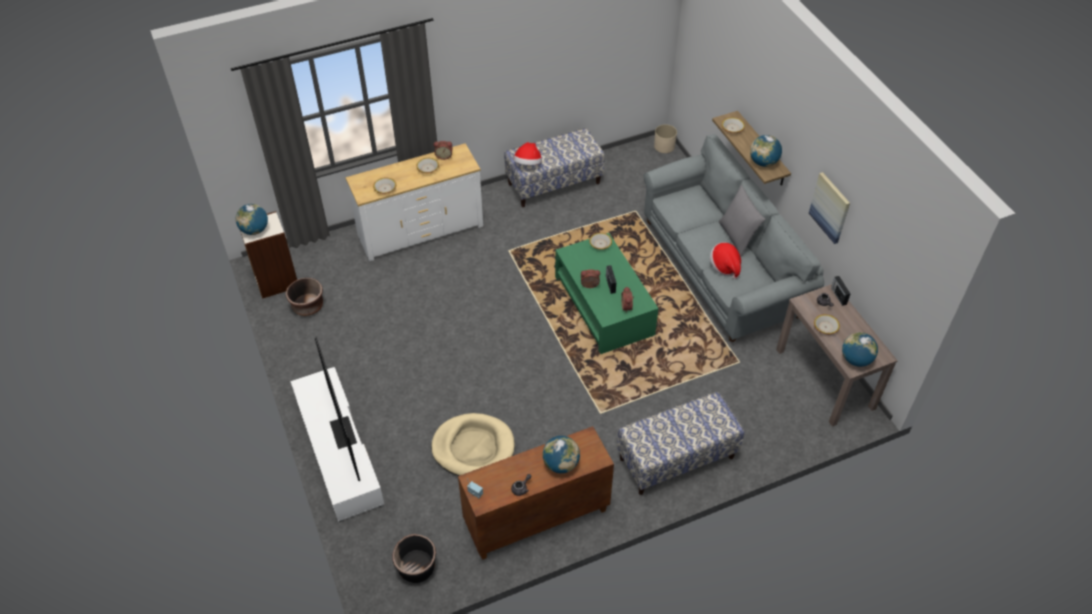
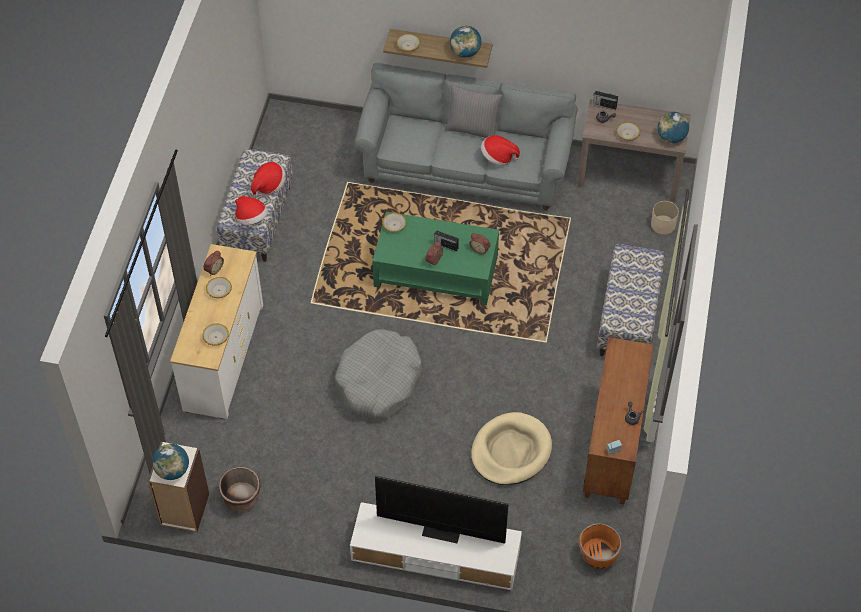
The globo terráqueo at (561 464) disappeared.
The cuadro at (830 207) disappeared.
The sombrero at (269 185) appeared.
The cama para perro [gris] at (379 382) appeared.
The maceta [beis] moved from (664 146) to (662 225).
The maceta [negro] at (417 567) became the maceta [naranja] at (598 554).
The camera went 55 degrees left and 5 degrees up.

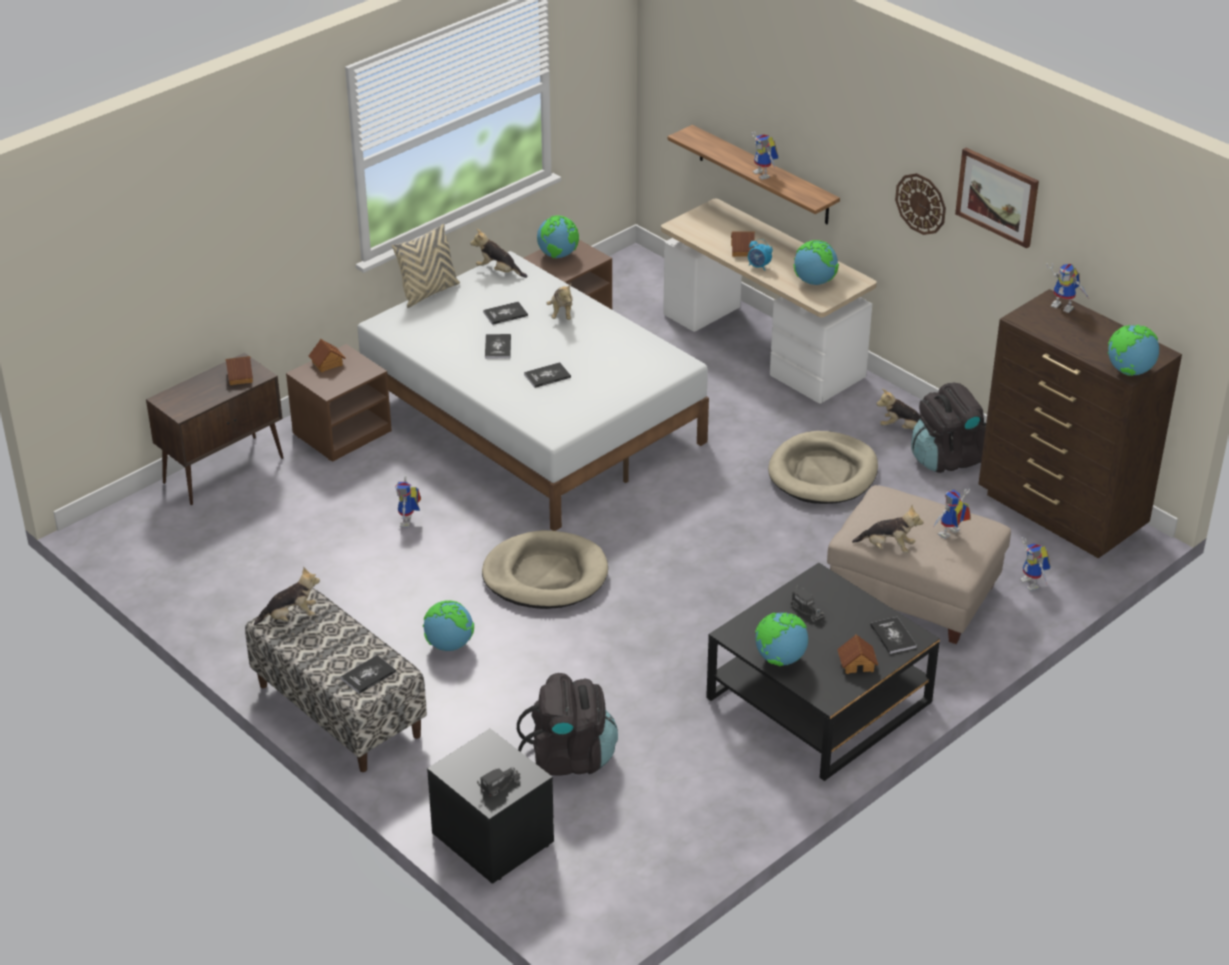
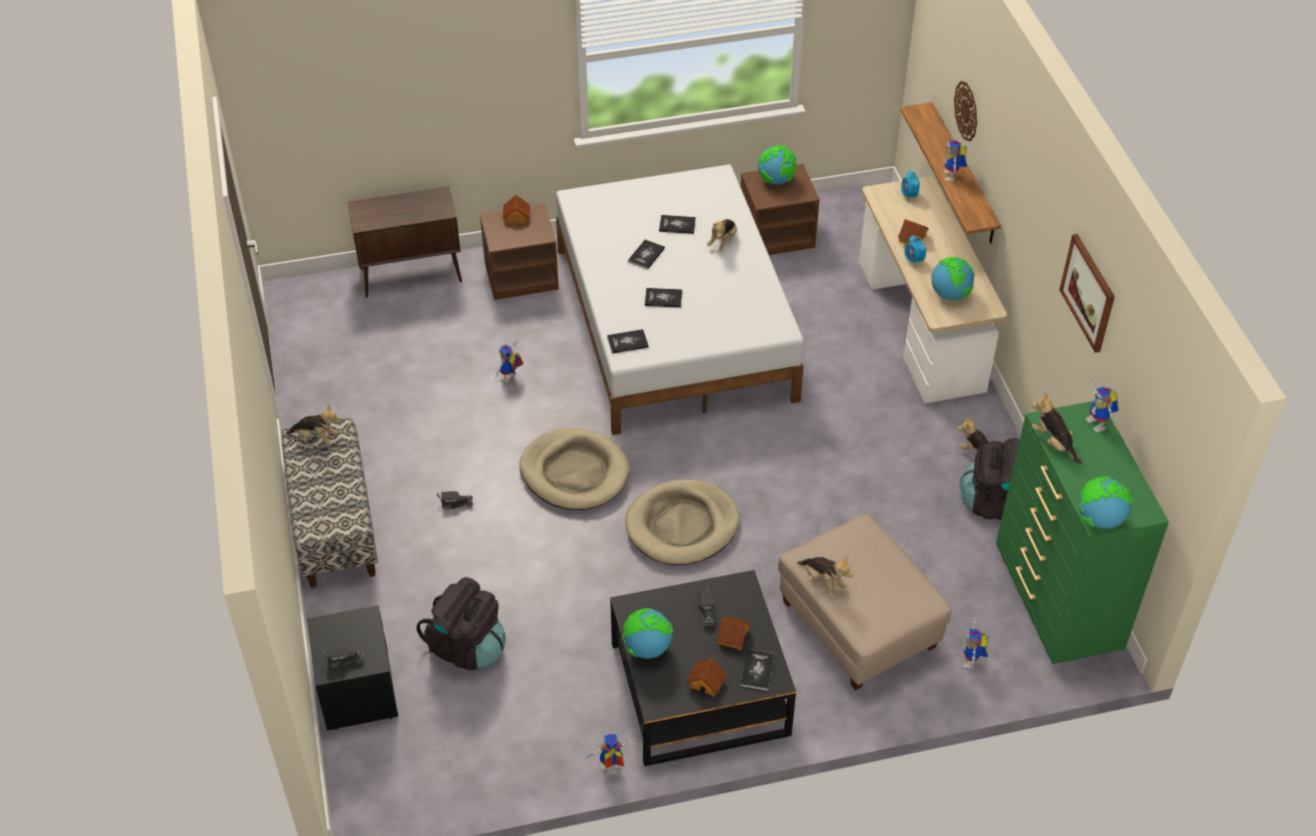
The cojín [beis] at (428 292) disappeared.
The despertador at (909 195) appeared.
The casita moved from (239 377) to (732 636).
The libro moved from (368 675) to (627 342).
The peluche moved from (498 271) to (1053 443).
The cama para perro [beis] moved from (823 473) to (682 526).
The reloj de pared moved from (921 203) to (966 111).
The robot de juguete moved from (950 535) to (610 768).
The globo terráqueo at (449 645) was replaced by the camión de juguete at (455 504).
The cómoda [marrón] at (1061 513) became the cómoda [verde] at (1055 603).
The camera went 30 degrees right and 10 degrees up.

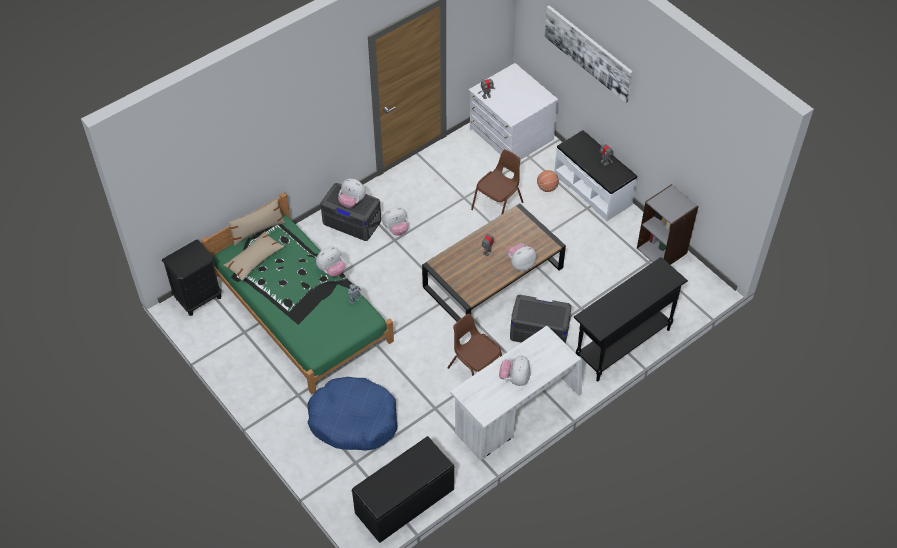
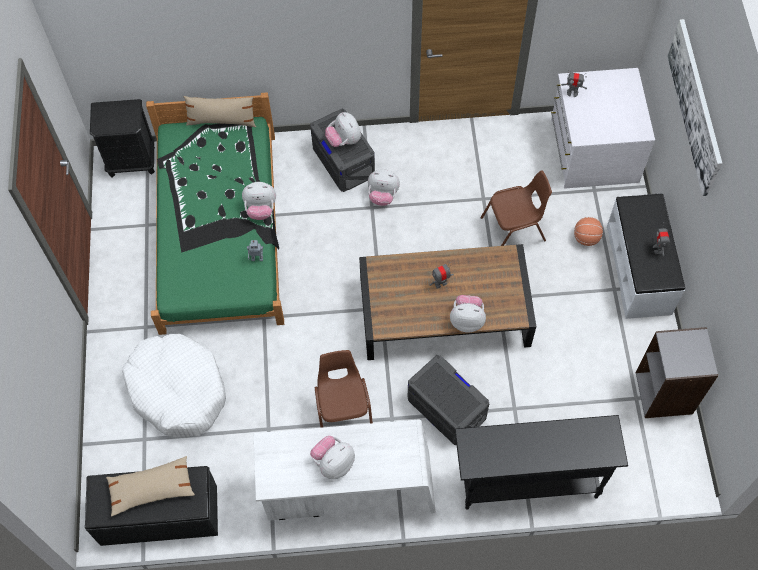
The cojín [beis] moved from (254 259) to (151 488).
The cama para perro [azul] at (353 420) became the cama para perro [blanco] at (177 390).
The camera went 35 degrees right and 10 degrees up.

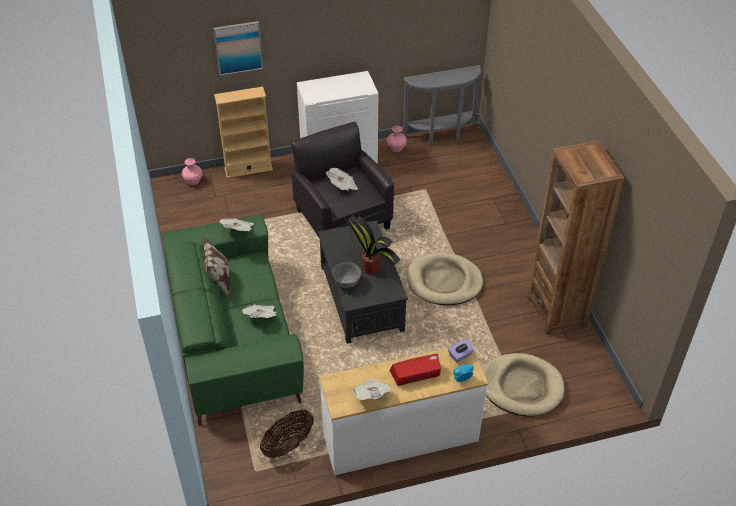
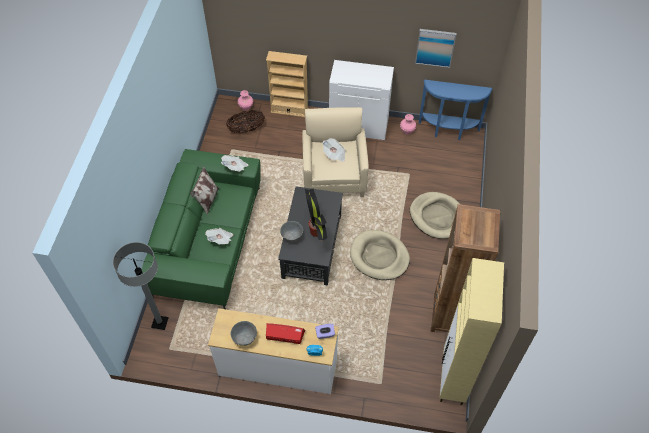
The lámpara de pie [gris] at (160 323) appeared.
The armario [beis] at (452 379) appeared.
The cuadro moved from (238 47) to (435 47).
The cesta moved from (288 444) to (246 129).
The cama para perro [beis] moved from (521 387) to (437 217).
The periódico at (371 395) was replaced by the cuenco [gris] at (244 338).
The sillón [negro] at (342 218) became the sillón [beis] at (334 175).
The mesa consola [gris] at (441 136) became the mesa consola [azul] at (448 131).
The camera went 25 degrees right and 10 degrees up.

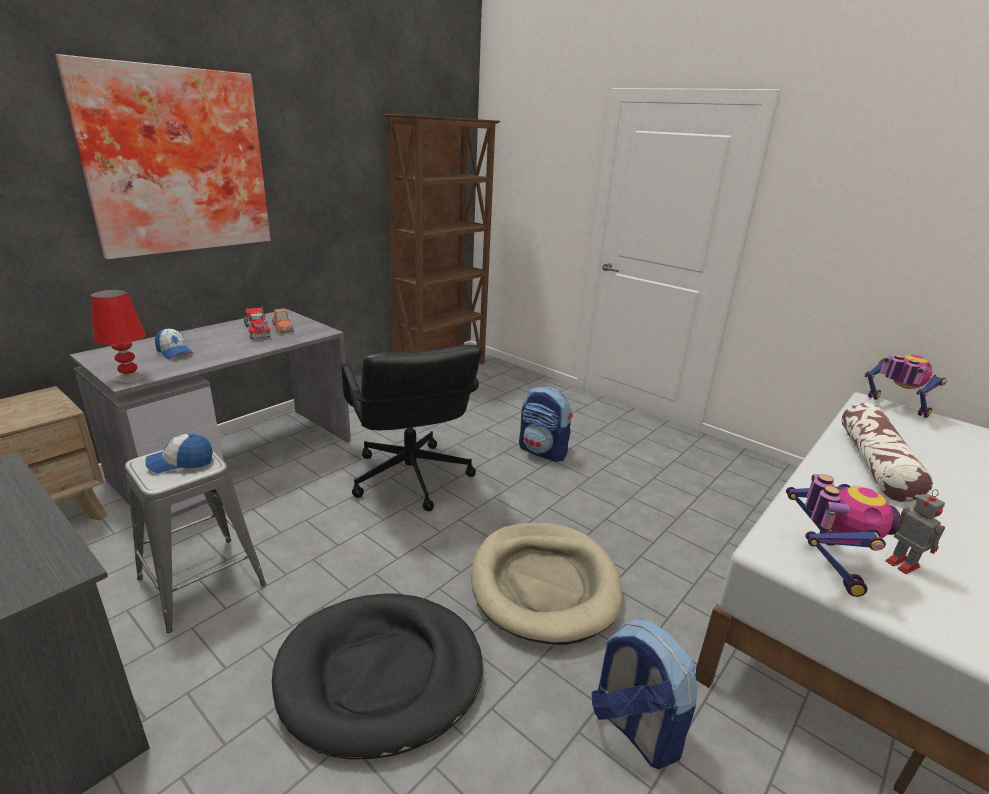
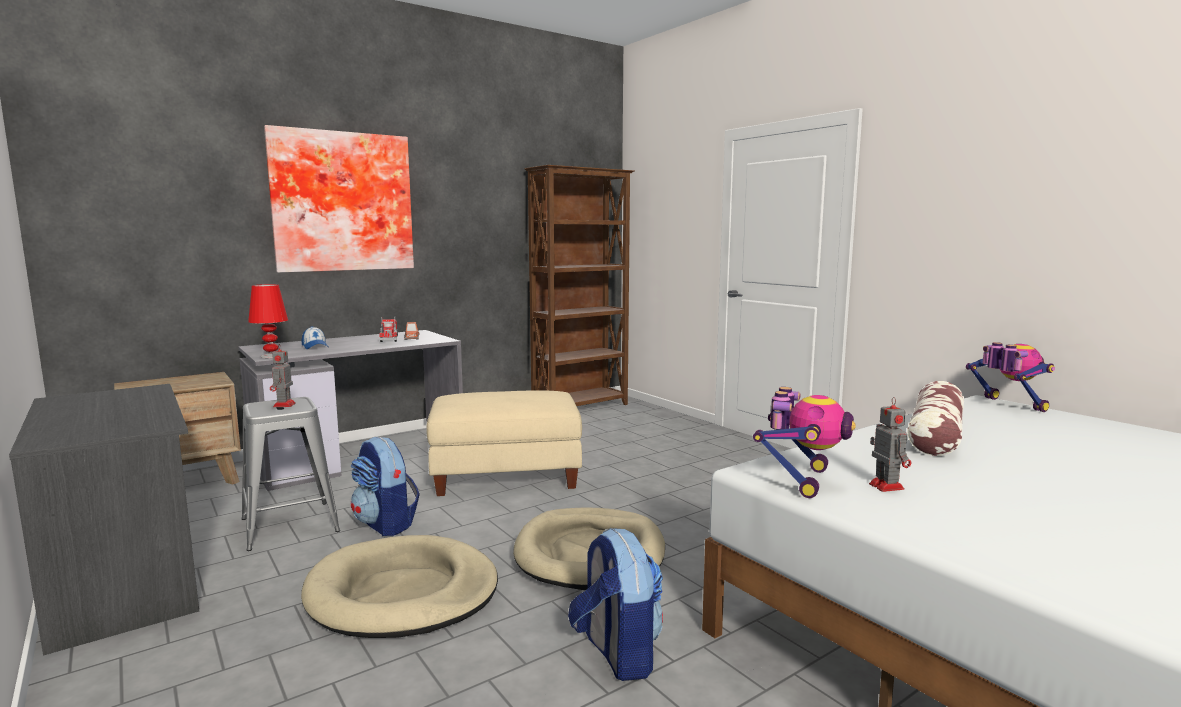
The mochila moved from (543 451) to (386 524).
The gorra at (181 462) was replaced by the robot de juguete at (284 405).
The silla de oficina [negro] at (410 478) was replaced by the puf [beis] at (505 476).
The cama para perro [negro] at (380 675) became the cama para perro [beis] at (402 593).
The camera went 15 degrees right and 15 degrees down.

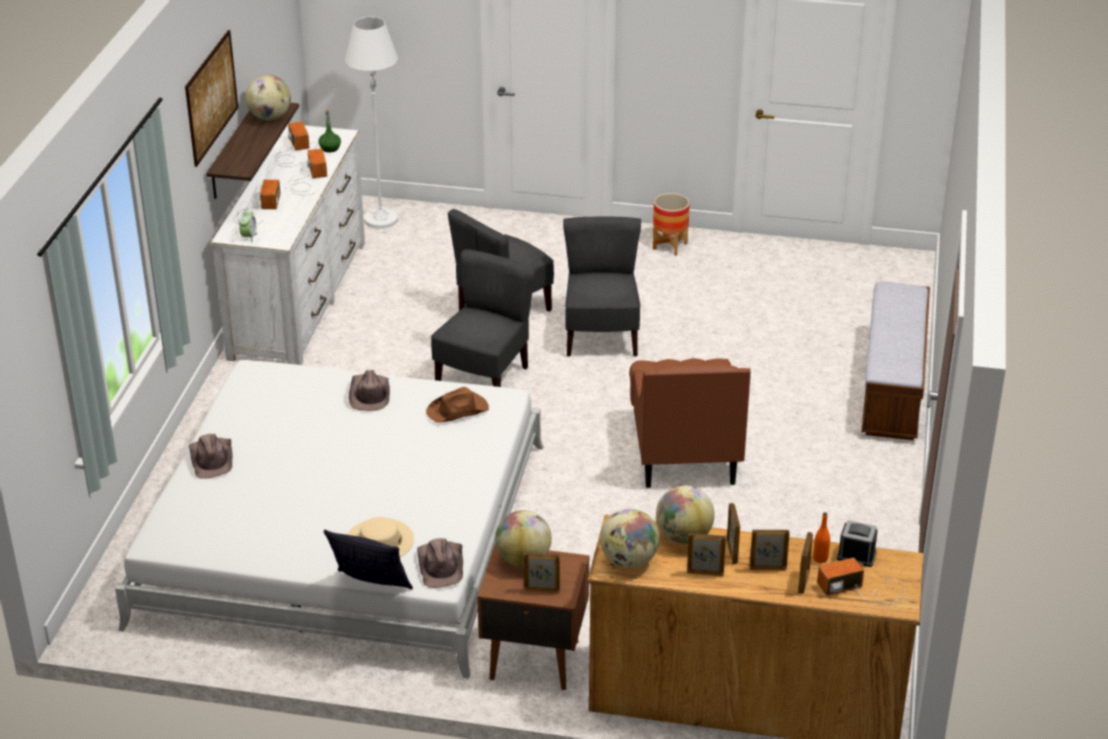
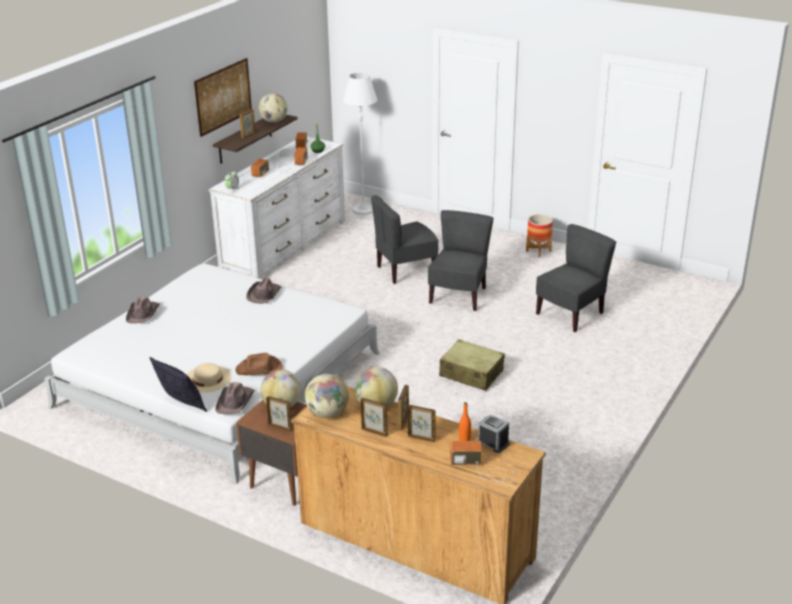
The banco at (892 388) disappeared.
The sombrero [marrón] moved from (458 410) to (259 369).
The silla [gris] moved from (484 378) to (571 314).
The portarretratos moved from (803 581) to (248 135).
The sillón [marrón] at (684 452) was replaced by the maleta [beis] at (471 373).
The camera went 20 degrees right and 5 degrees down.

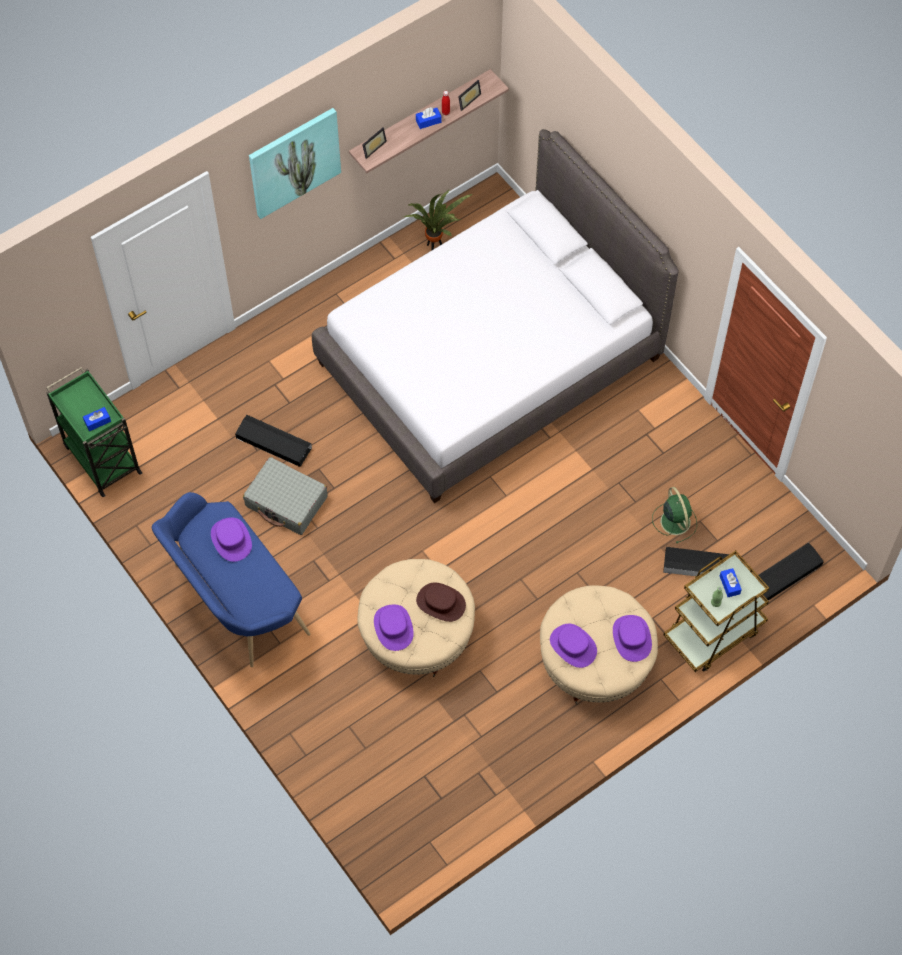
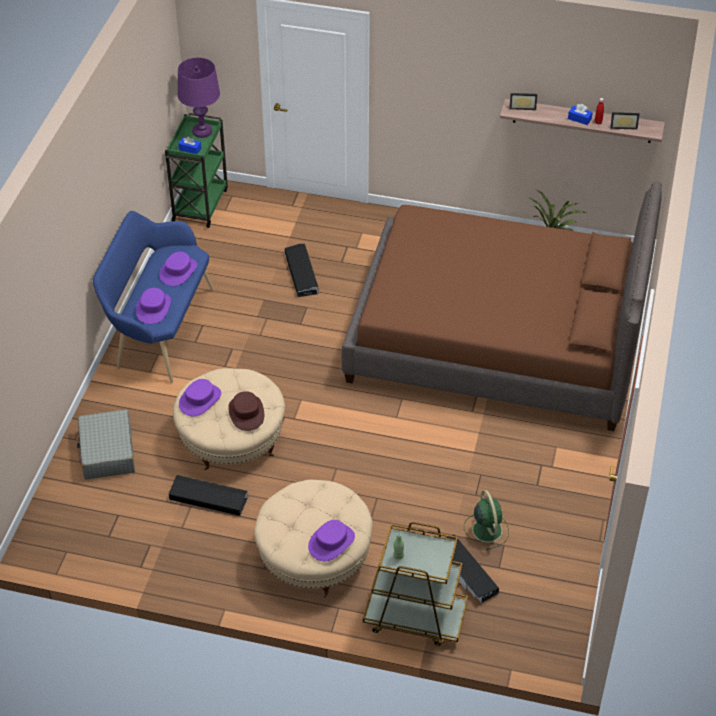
The cuadro at (294 161) disappeared.
The caja de pañuelos [azul] at (729 585) disappeared.
The lámpara de mesa [morado] at (202 131) appeared.
The maleta [gris] moved from (286 502) to (107 452).
The sombrero [morado] moved from (573 646) to (153 308).
The caja de almacenaje [negro] moved from (784 575) to (208 498).
The cama [blanco] at (490 360) became the cama [marrón] at (496 339).
The ventilador [verde] at (674 520) turned 45 degrees counterclockwise.
The camera went 50 degrees right and 15 degrees down.

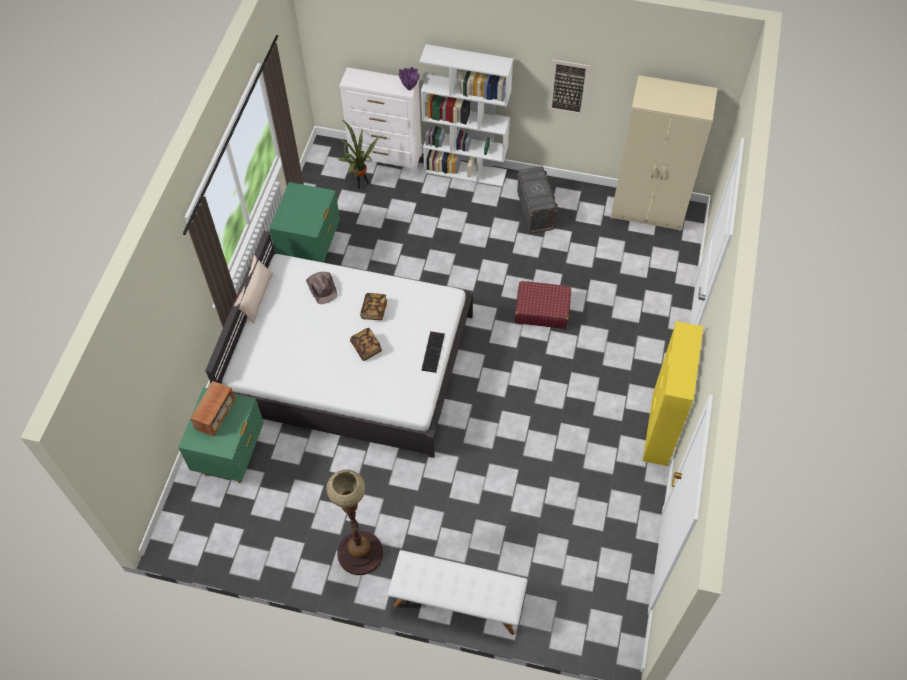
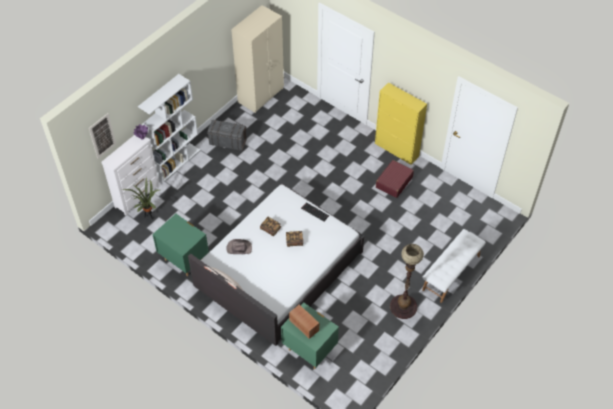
The maleta [rojo] moved from (542 309) to (394 182).
The cuadro moved from (568 88) to (102 136).
The camera went 65 degrees left and 5 degrees down.

